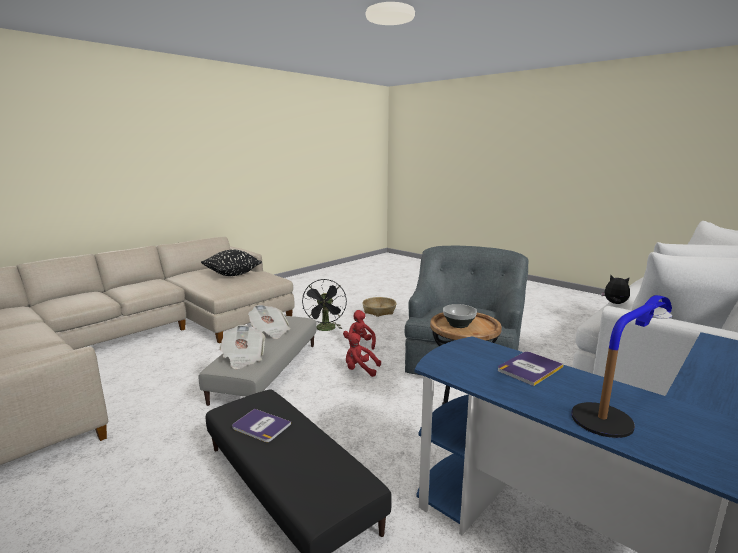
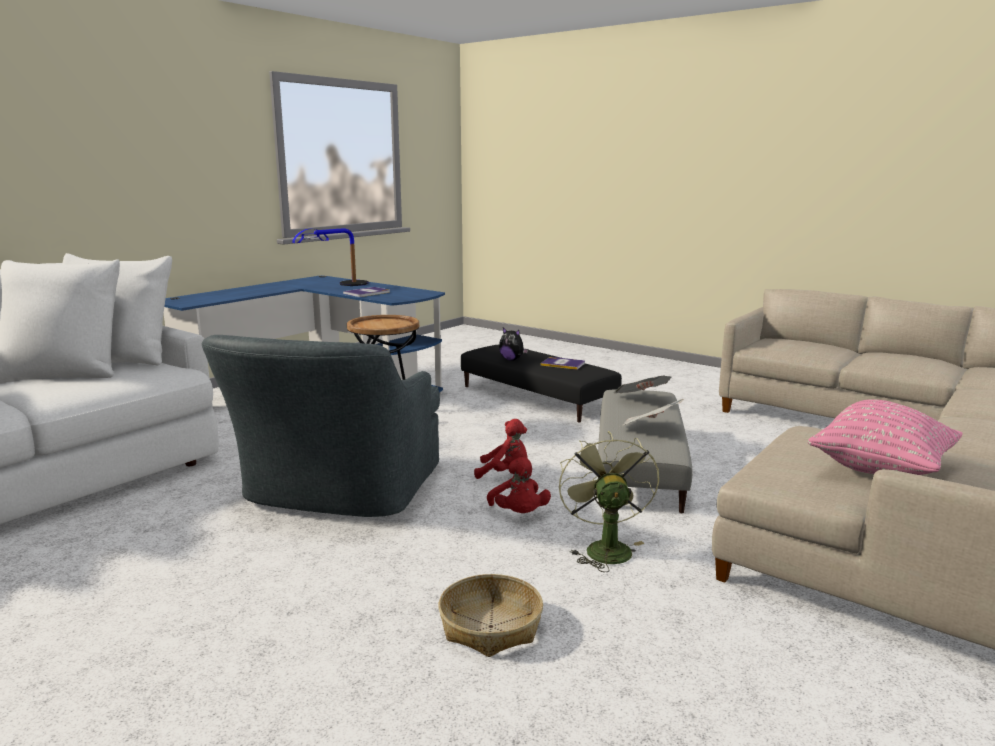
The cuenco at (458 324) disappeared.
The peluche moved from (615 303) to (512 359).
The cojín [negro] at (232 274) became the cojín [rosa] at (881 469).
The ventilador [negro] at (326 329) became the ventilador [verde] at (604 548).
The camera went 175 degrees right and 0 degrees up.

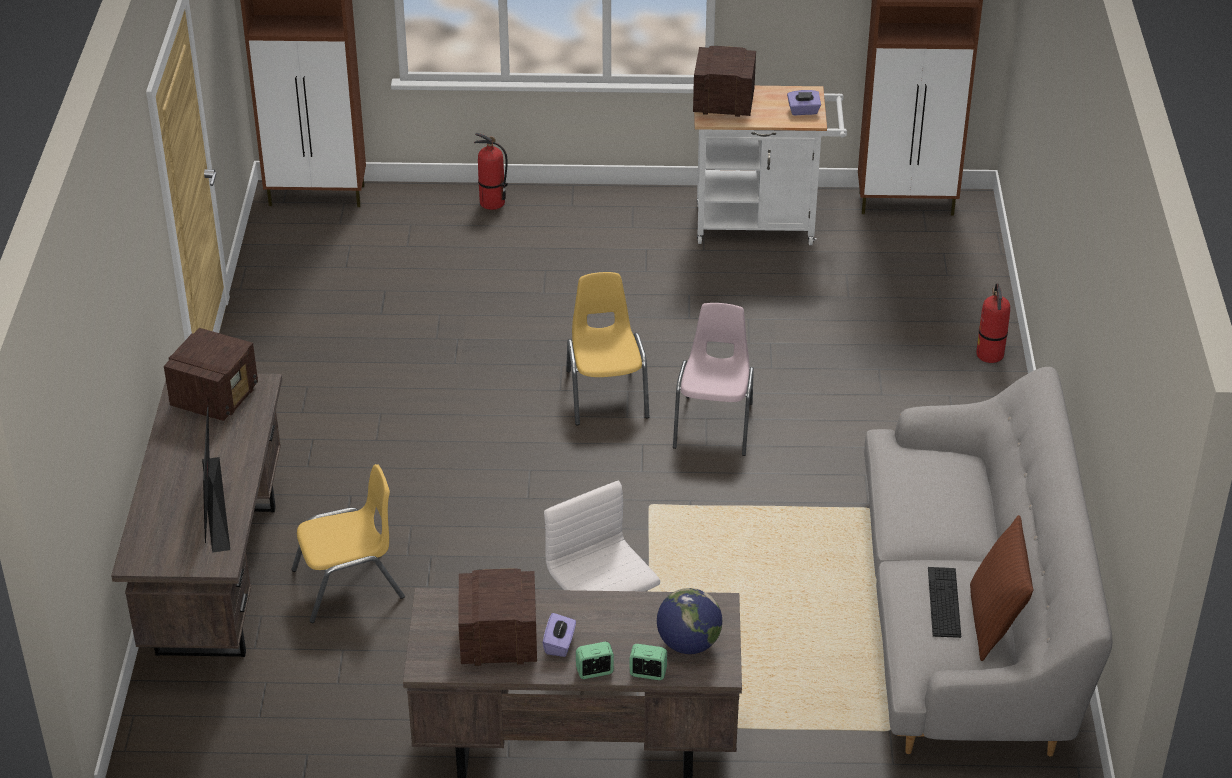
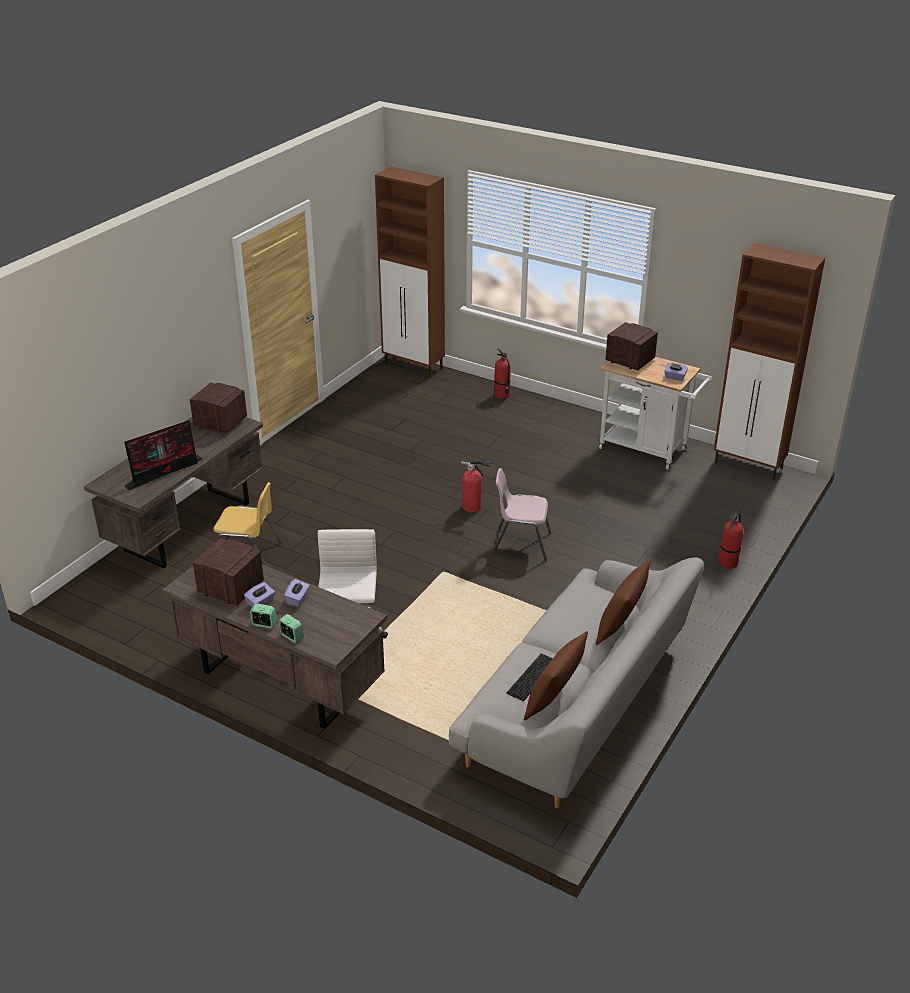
The globo terráqueo at (688 644) disappeared.
The caja de pañuelos [morado] at (297 599) appeared.
The cojín [marrón] at (620 627) appeared.
The silla [amarillo] at (606 394) was replaced by the extintor at (474 507).
The radio at (216 396) turned 120 degrees counterclockwise.
The monitor at (215 505) turned 150 degrees counterclockwise.
The silla [rosa] at (715 425) turned 120 degrees counterclockwise.
The camera went 30 degrees right and 5 degrees down.

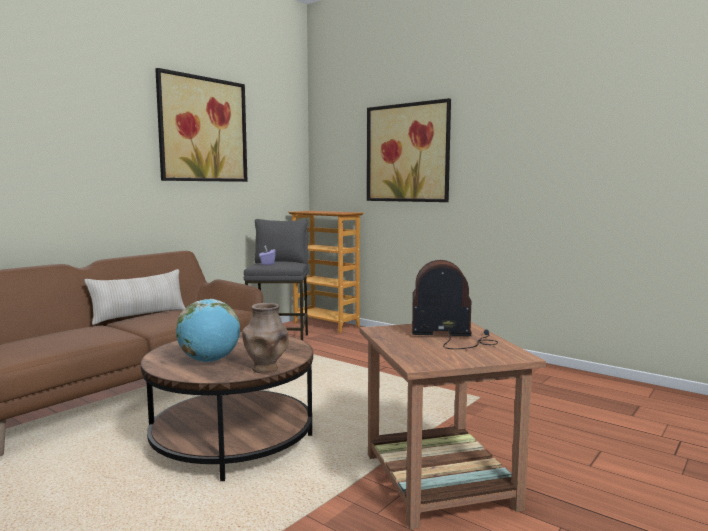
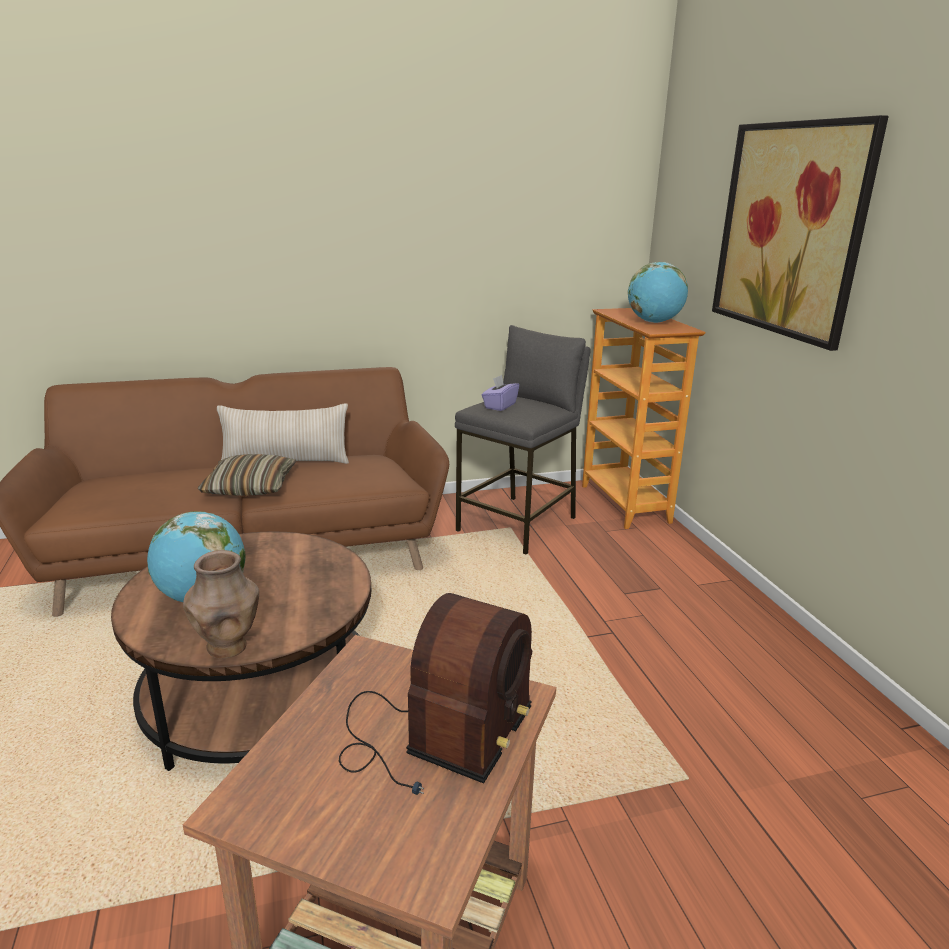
The cuadro at (203 129) disappeared.
The cojín at (250 487) appeared.
The globo terráqueo at (654 322) appeared.
The radio at (451 336) turned 75 degrees clockwise.
The camera went 35 degrees right and 15 degrees up.

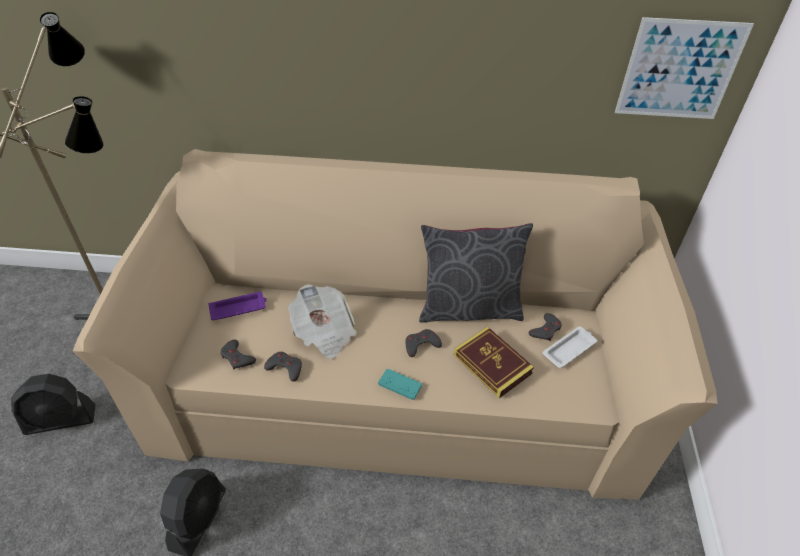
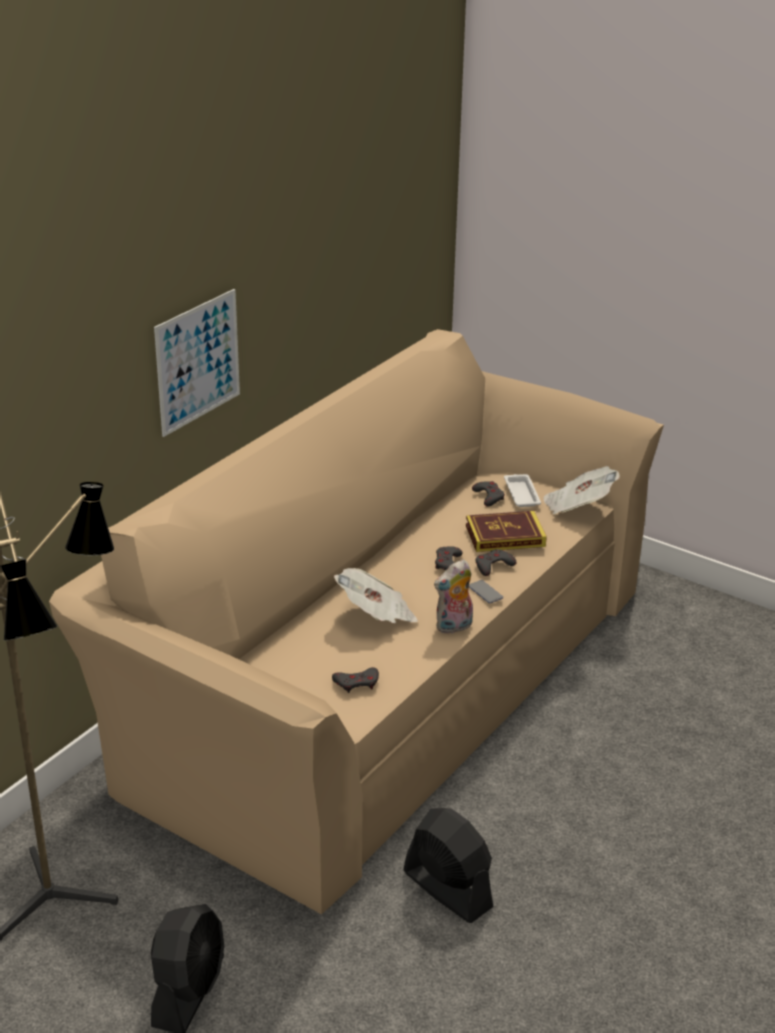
The bandeja [morado] at (239 308) disappeared.
The cojín [gris] at (469 308) disappeared.
The peluche at (454 627) appeared.
The periódico at (577 506) appeared.
The mando de consola [gris] moved from (285 368) to (493 565).
The cuadro moved from (679 70) to (198 362).
The mando de consola [turquesa] at (400 384) was replaced by the móvil at (485 592).
The camera went 60 degrees left and 15 degrees down.

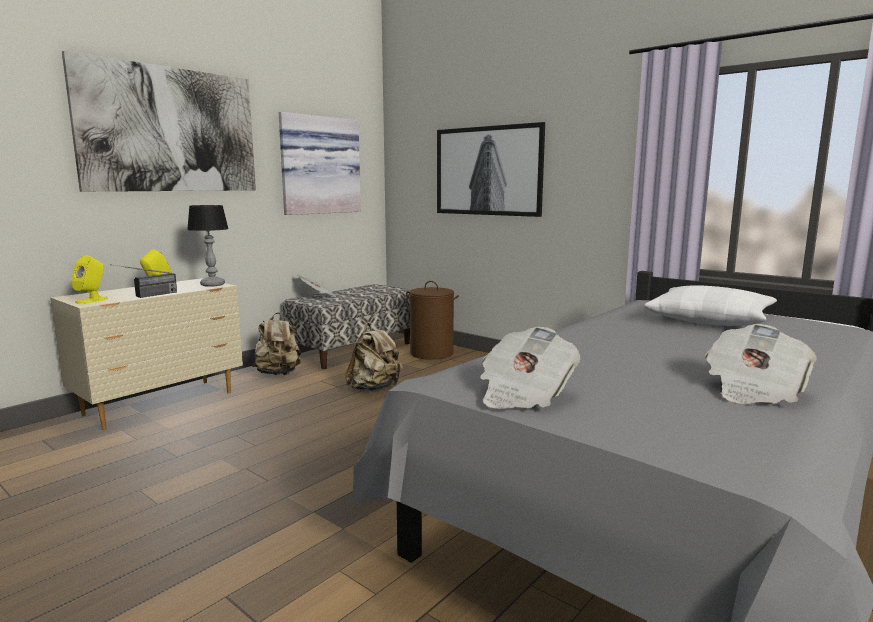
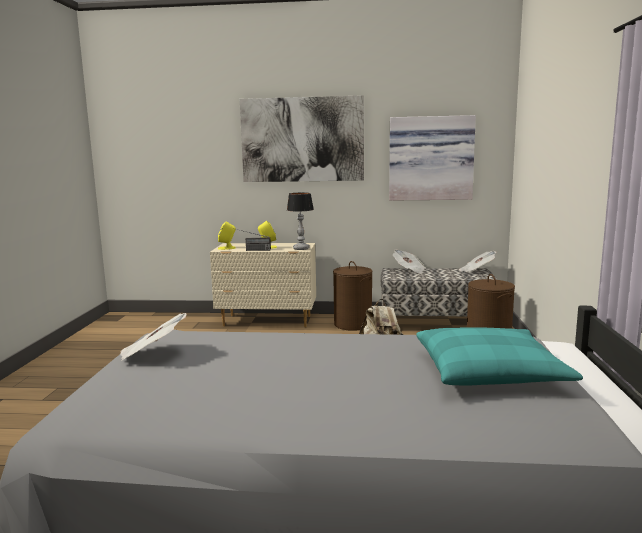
The cuadro at (488 171) disappeared.
The periódico moved from (753 390) to (476 271).
The mochila [beis] at (278 374) was replaced by the cesto de la ropa [marrón] at (353 324).
The cojín [blanco] at (710 319) became the cojín [turquesa] at (489 372).
The camera went 55 degrees right and 0 degrees up.

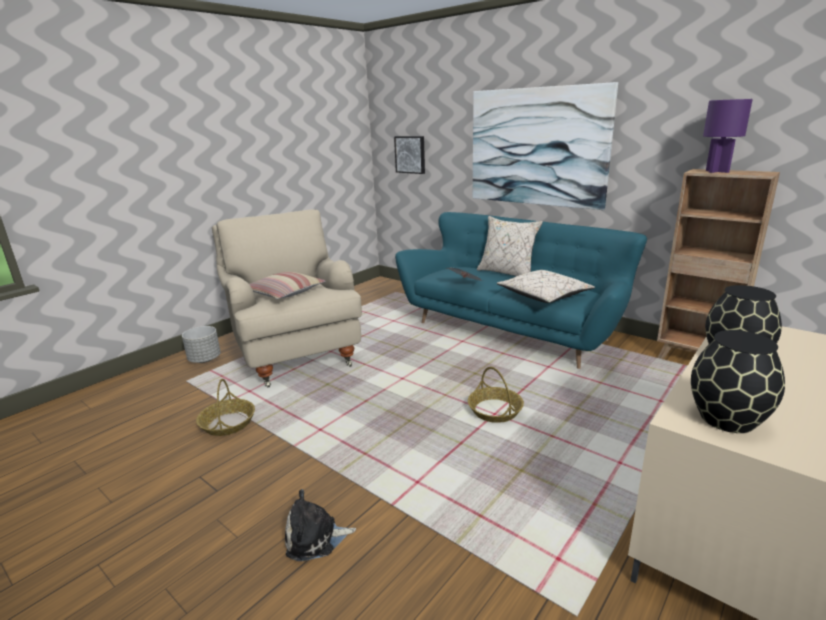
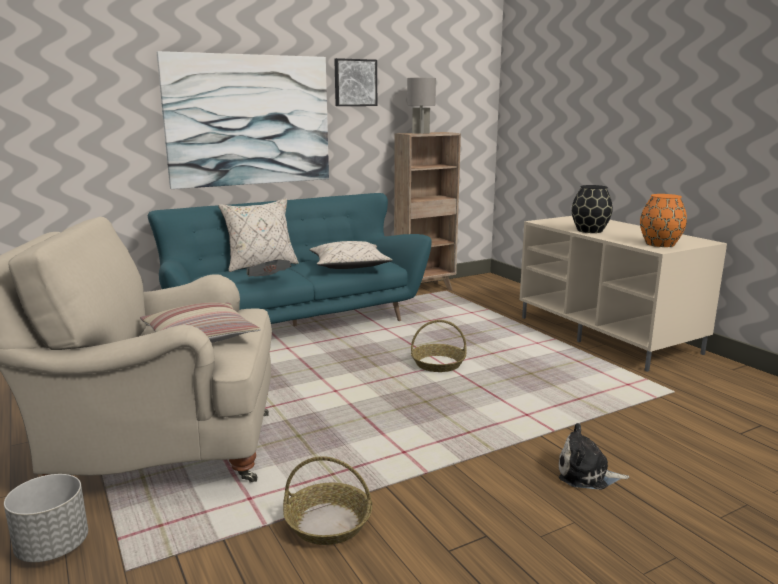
The cuadro moved from (410 154) to (355 82).
The florero [negro] at (727 420) became the florero [naranja] at (660 244).
The lámpara de mesa [morado] at (717 171) became the lámpara de mesa [gris] at (420 133).
The peluche at (315 538) turned 90 degrees clockwise.
The camera went 70 degrees left and 5 degrees down.

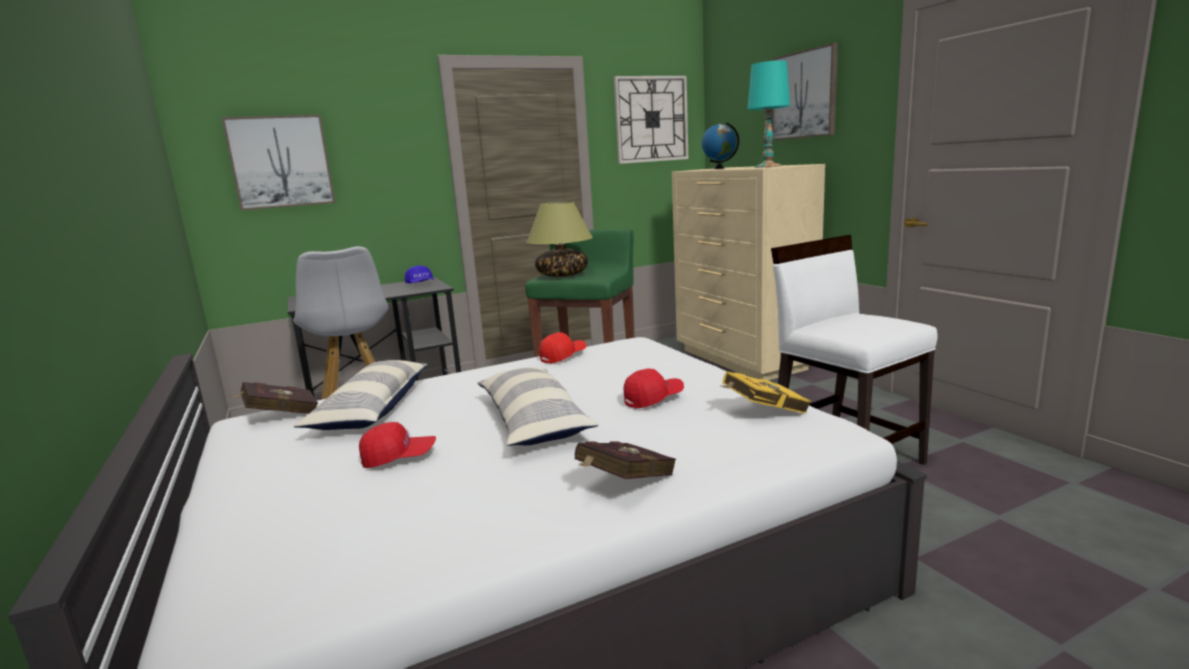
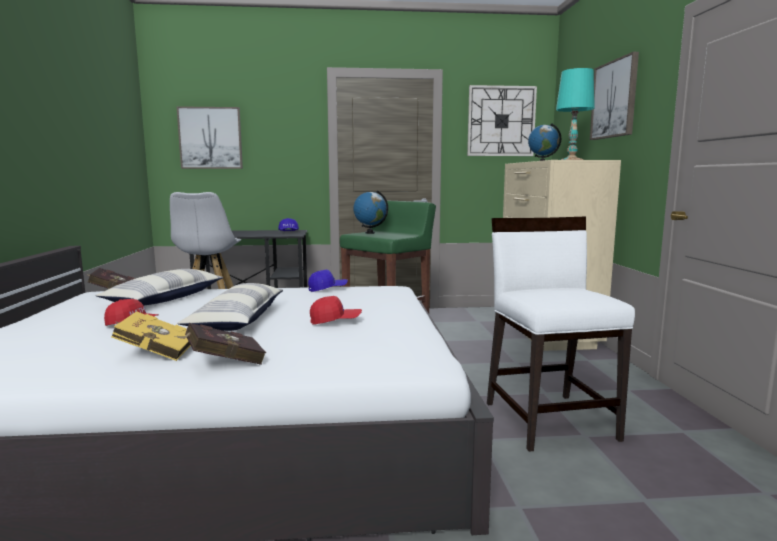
The libro [amarillo] moved from (761 412) to (154 353).
The lámpara de mesa at (562 275) was replaced by the globo terráqueo at (370 233).
The gorra [rojo] at (563 356) became the gorra [azul] at (327 289).
The camera went 20 degrees right and 5 degrees down.

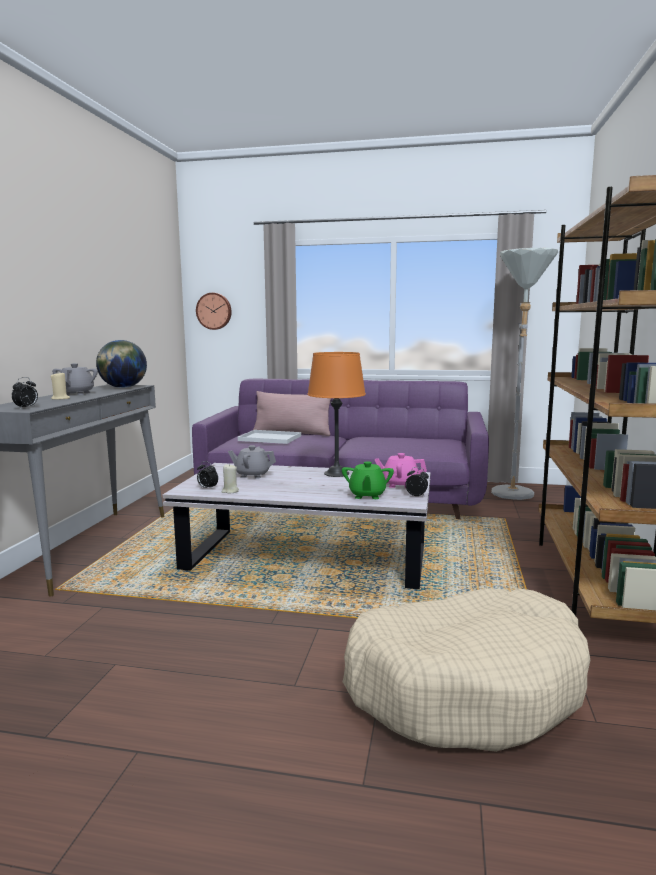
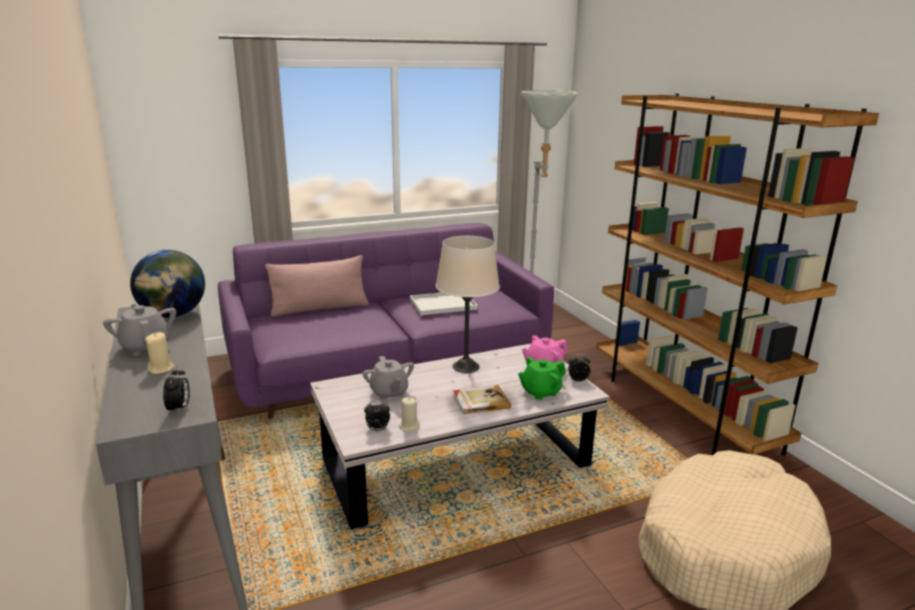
The reloj de pared at (214 311) disappeared.
The libro at (480 401) appeared.
The bandeja [blanco] moved from (271 438) to (444 304).
The lámpara de mesa [naranja] at (337 473) became the lámpara de mesa [beis] at (466 366).
The tetera [gris] at (252 475) turned 90 degrees counterclockwise.
The tetera [verde] at (367 495) turned 90 degrees clockwise.
The camera went 35 degrees left and 10 degrees up.

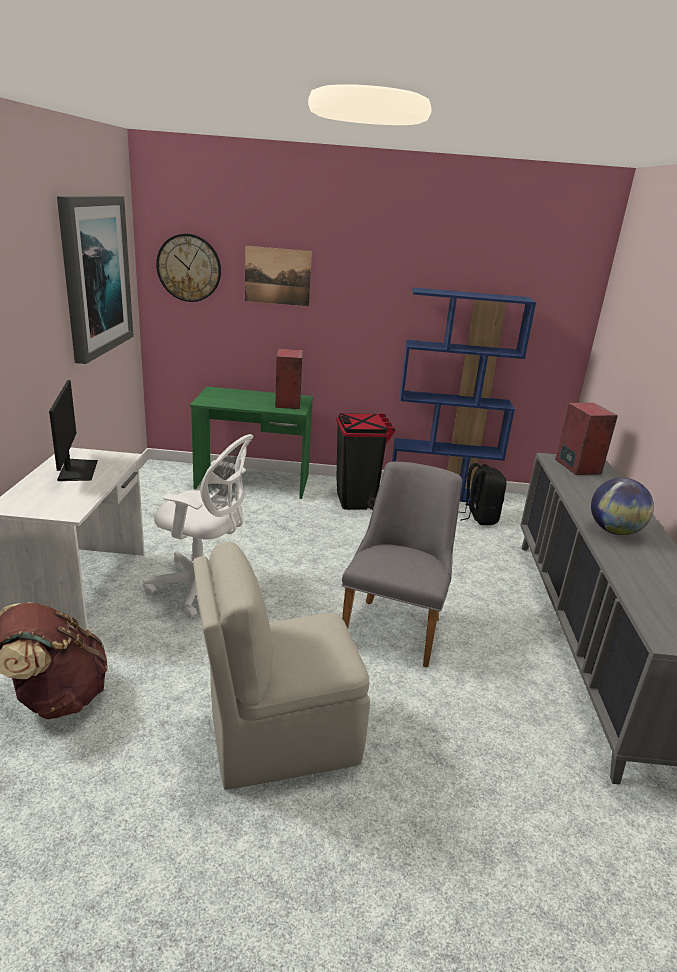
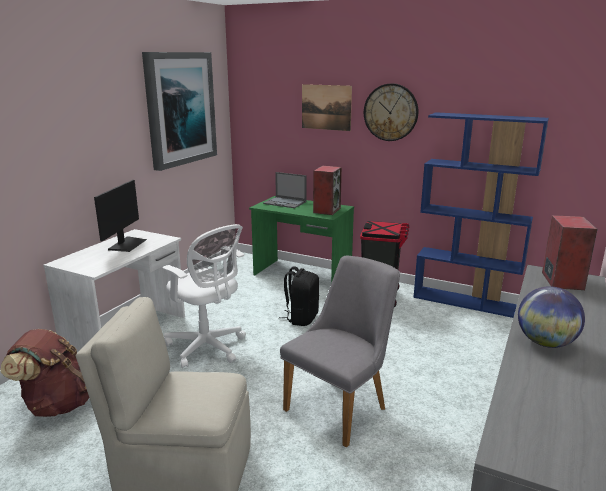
The portátil at (285 203) appeared.
The reloj de pared moved from (189 268) to (390 112).
The mochila [negro] moved from (479 517) to (301 318).
The camera went 25 degrees right and 5 degrees down.

